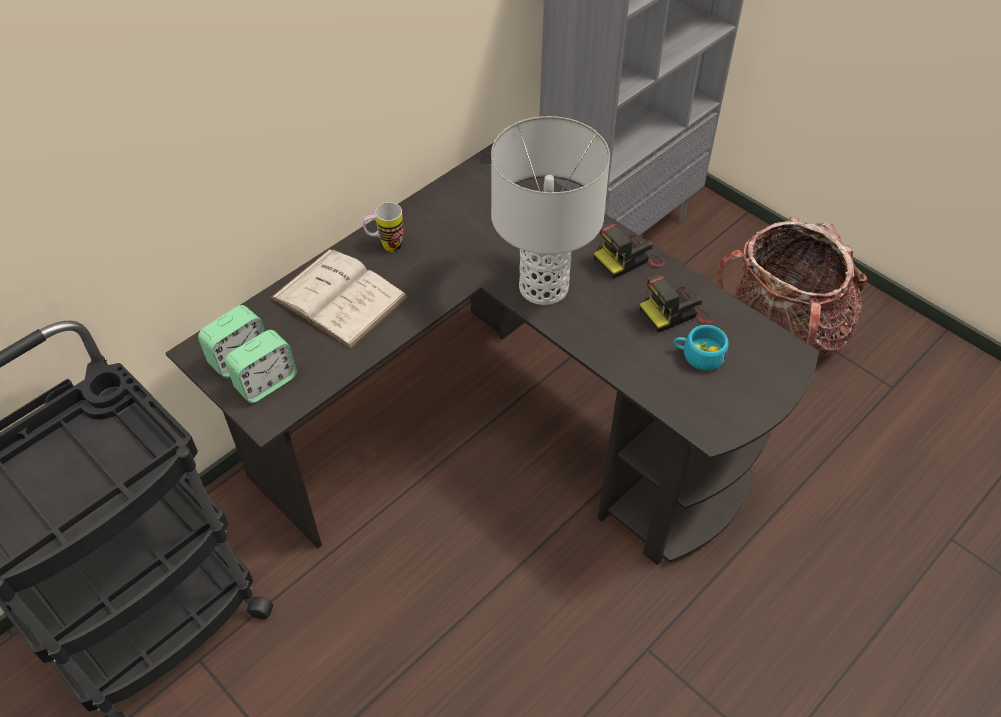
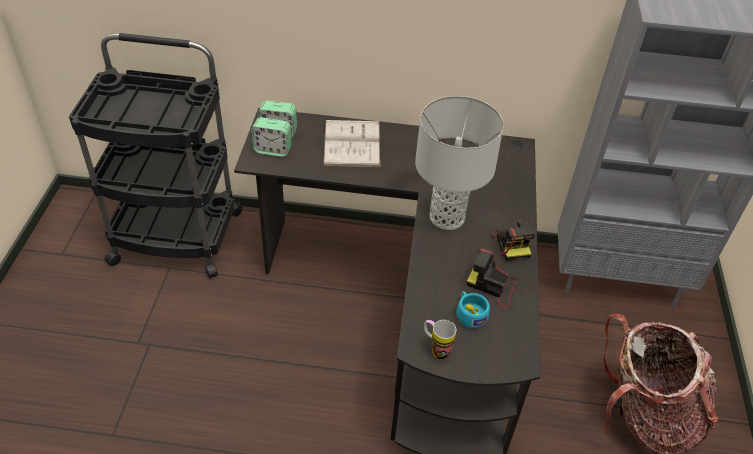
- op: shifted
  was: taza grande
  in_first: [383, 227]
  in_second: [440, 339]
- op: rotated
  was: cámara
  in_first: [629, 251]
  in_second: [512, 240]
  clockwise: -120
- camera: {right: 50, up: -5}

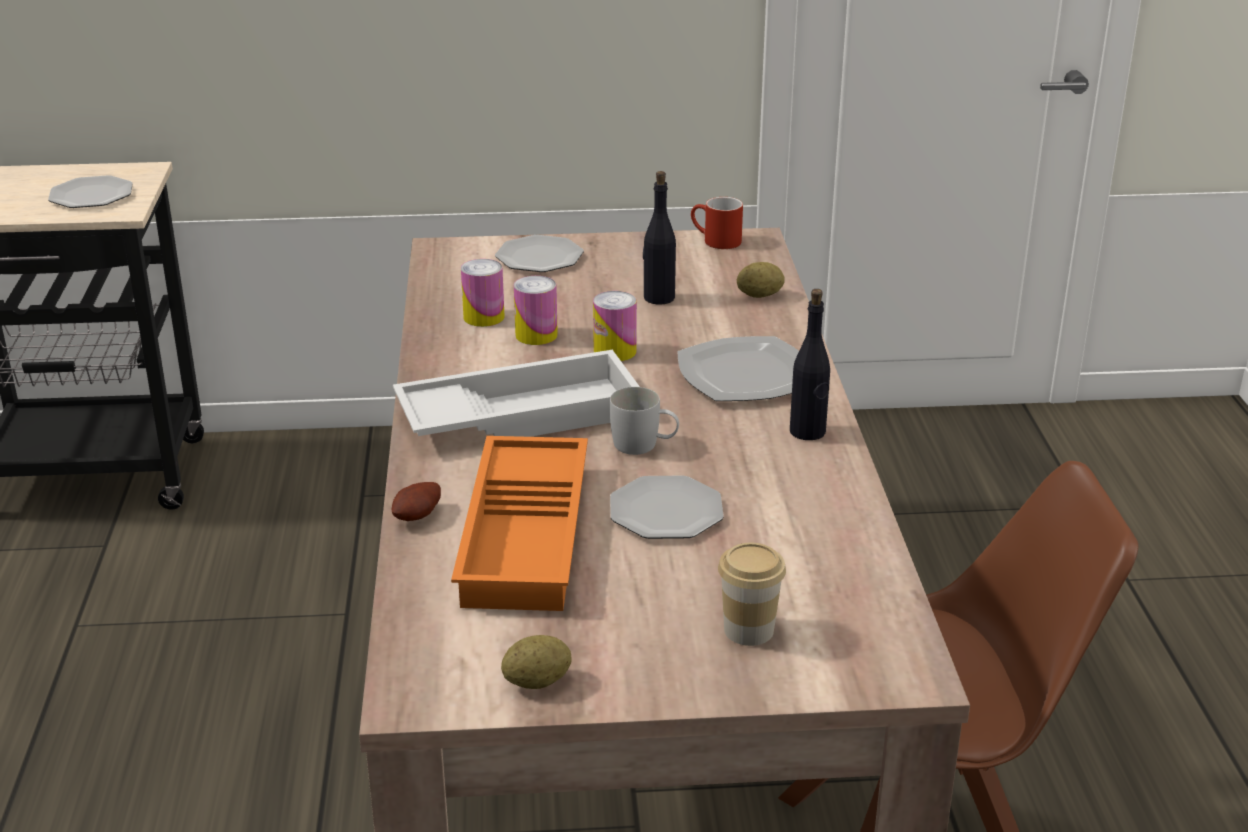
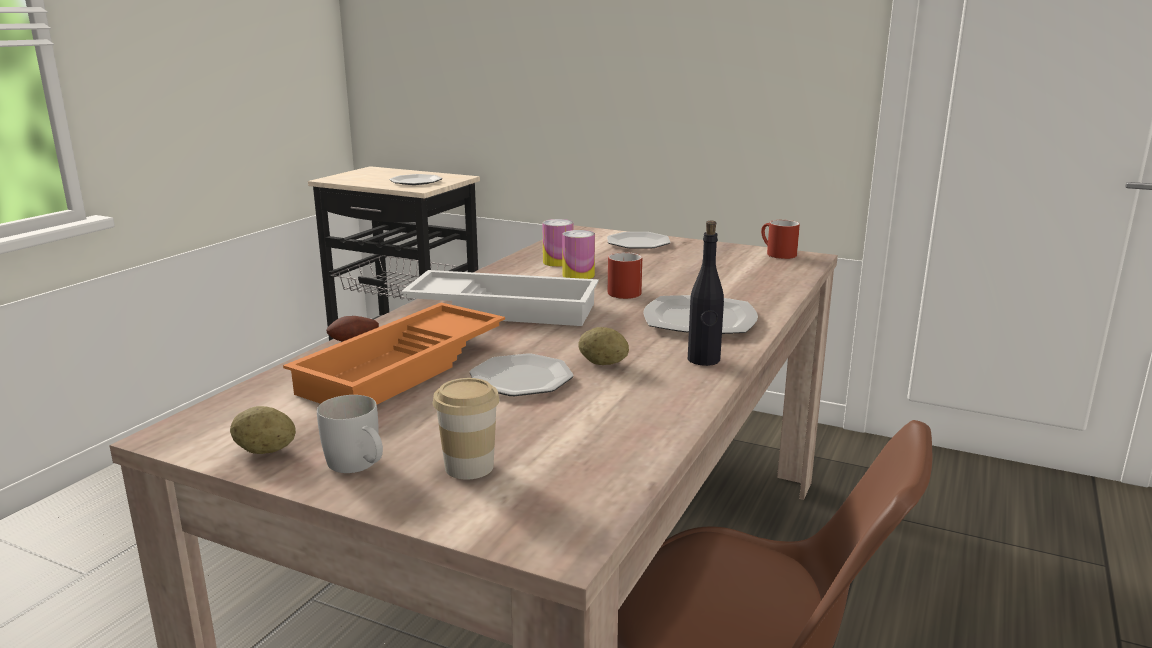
- op: shifted
  was: taza grande [blanco]
  in_first: [644, 421]
  in_second: [350, 434]
- op: shifted
  was: patata
  in_first: [761, 280]
  in_second: [604, 346]
- op: swapped
  was: lata
  now: taza grande [rojo]
  in_first: [615, 326]
  in_second: [625, 275]
- op: gone
  was: botella [negro]
  in_first: [659, 238]
- camera: {right: 30, up: -10}

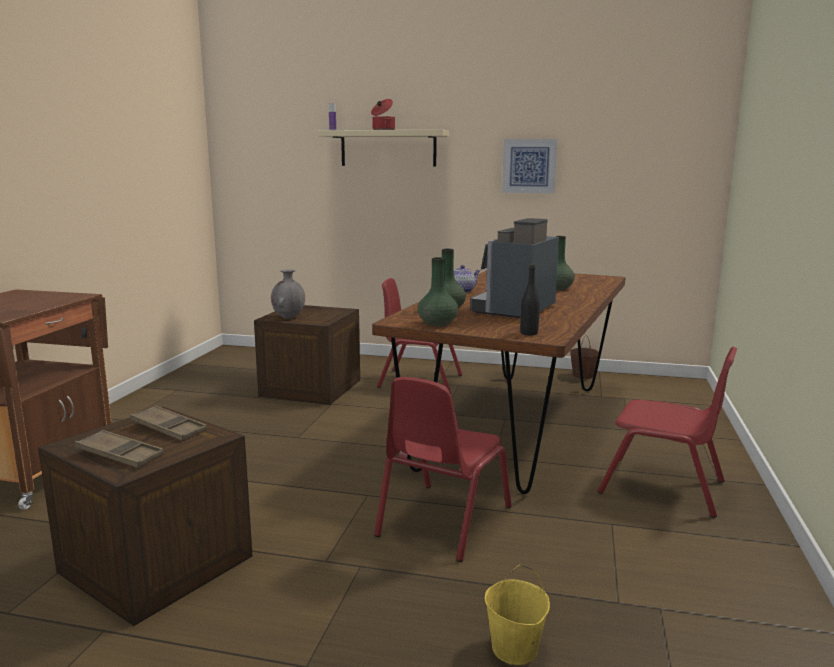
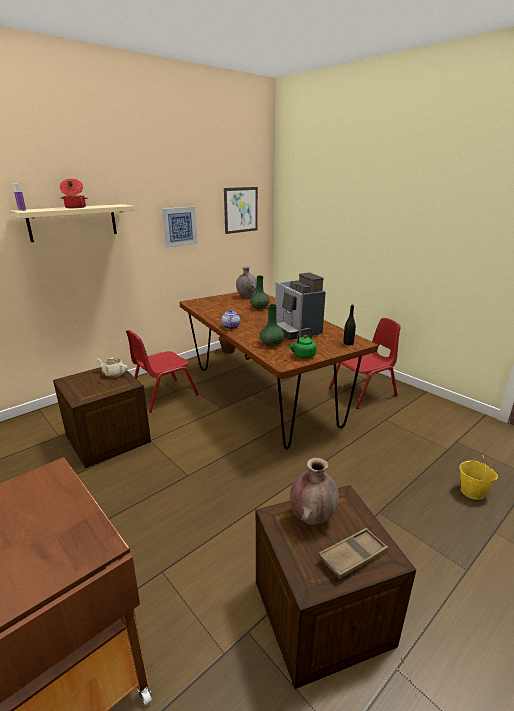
- op: new
  now: tetera [beis]
  in_second: [112, 368]
- op: new
  now: cuadro
  in_second: [241, 210]
- op: shifted
  was: florero [gris]
  in_first: [288, 294]
  in_second: [246, 282]
- op: swapped
  was: florero [verde]
  now: hervidor [verde]
  in_first: [437, 291]
  in_second: [302, 343]
- op: swapped
  was: bandeja [marrón]
  now: florero [marrón]
  in_first: [168, 423]
  in_second: [314, 491]
- op: gone
  was: silla [rojo]
  in_first: [443, 469]
- camera: {right: -55, up: 10}

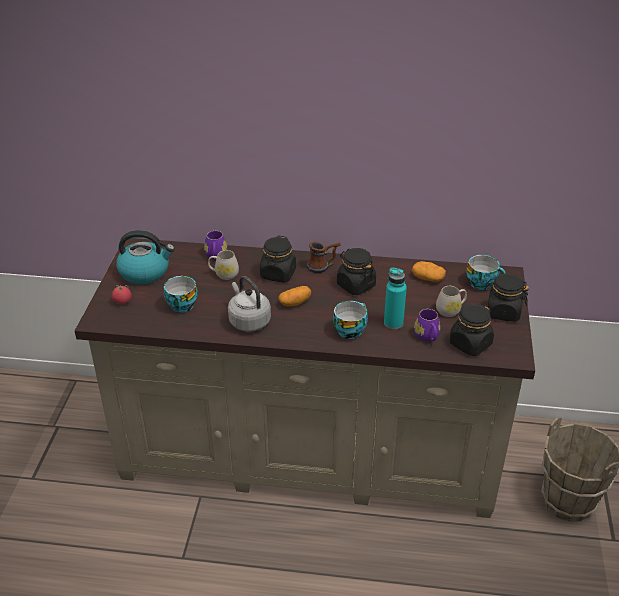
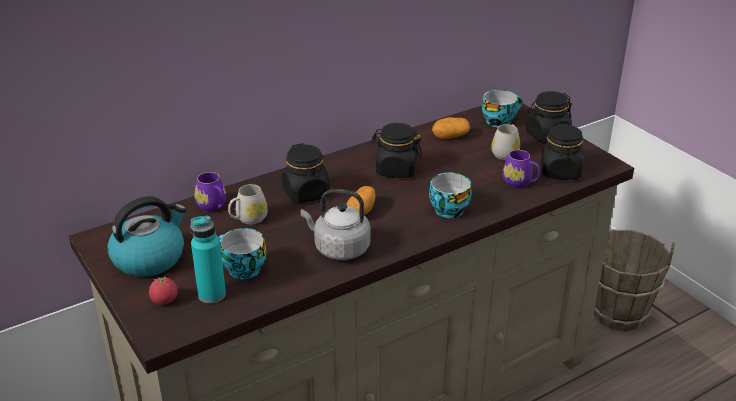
- op: shifted
  was: botella [turquesa]
  in_first: [395, 298]
  in_second: [208, 259]
- op: gone
  was: taza grande
  in_first: [324, 257]
- camera: {right: -40, up: -5}

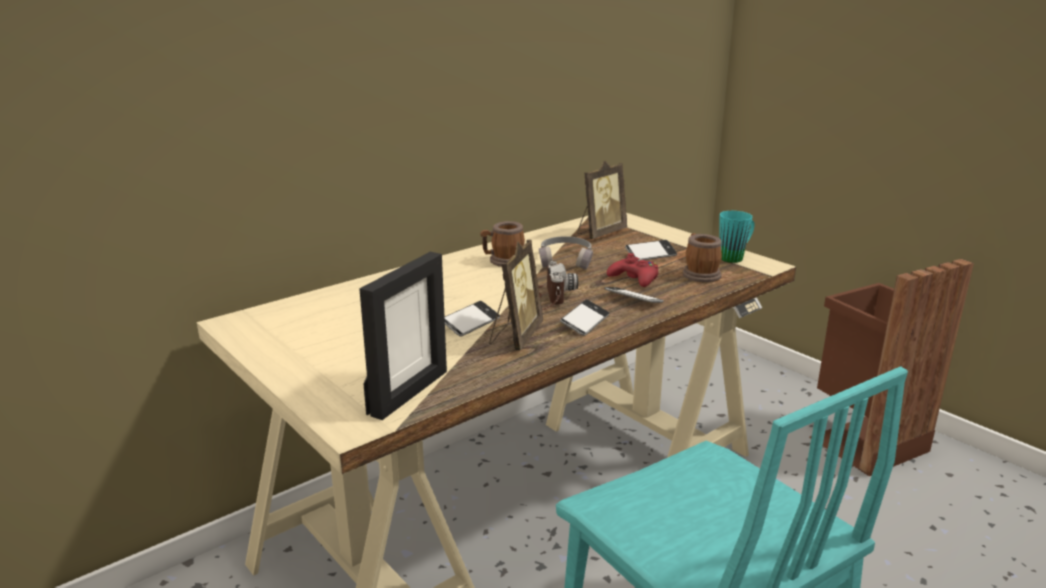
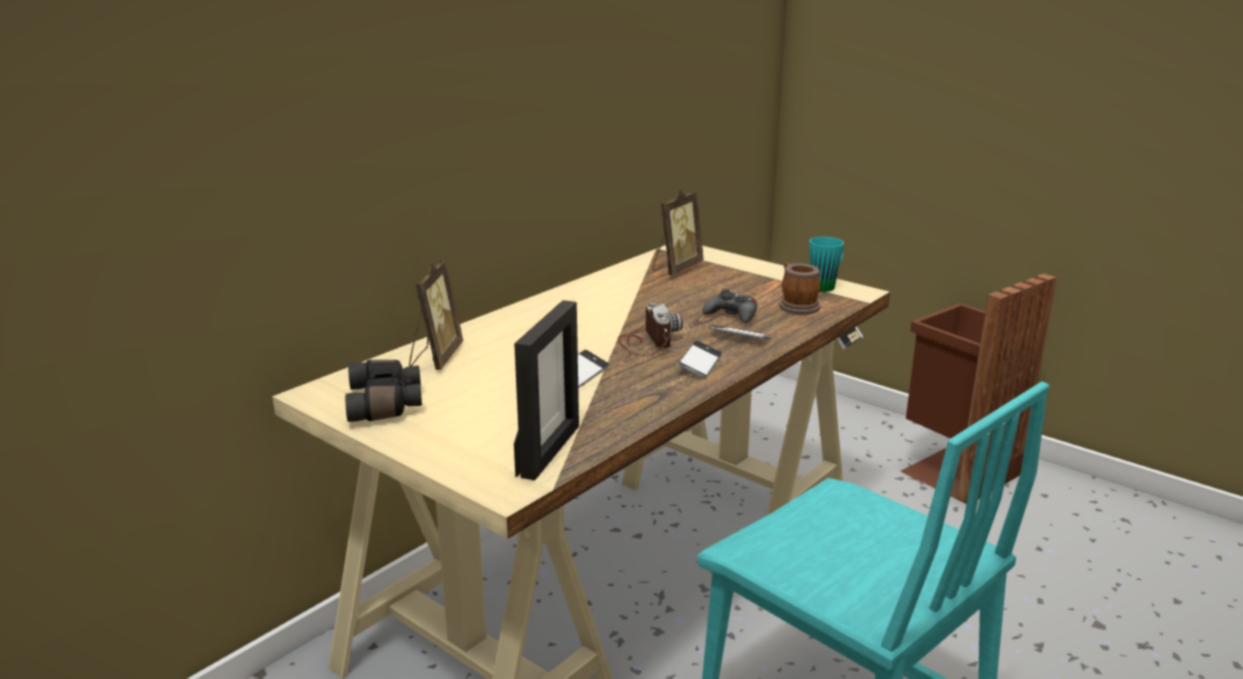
- op: new
  now: prismáticos [negro]
  in_second: [383, 391]
- op: shifted
  was: portarretratos
  in_first: [516, 295]
  in_second: [436, 315]
- op: repainted
  was: mando de consola [rojo]
  now: mando de consola [negro]
  in_first: [632, 270]
  in_second: [730, 305]
- op: gone
  was: taza grande
  in_first: [502, 244]
- op: gone
  was: auriculares [gris]
  in_first: [566, 253]
- op: gone
  was: móvil
  in_first: [651, 250]
- camera: {right: -10, up: 0}

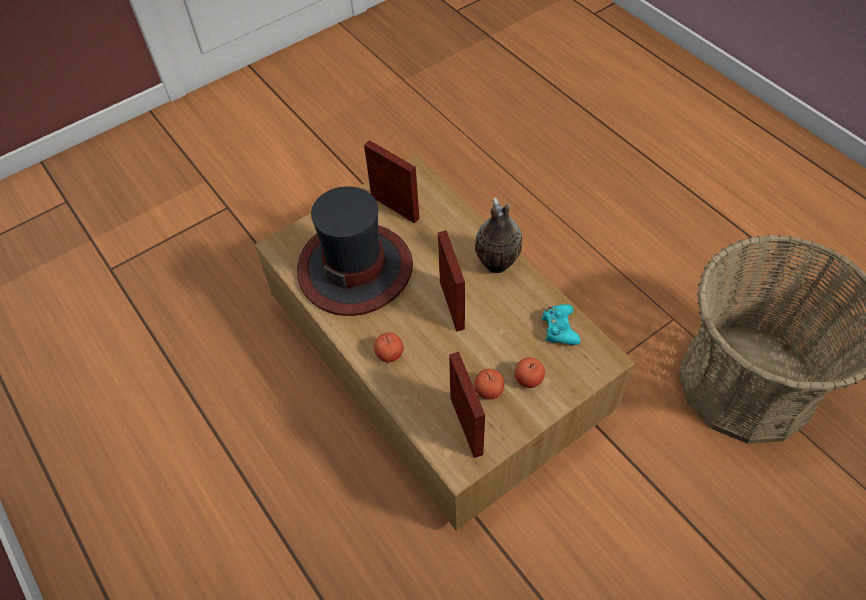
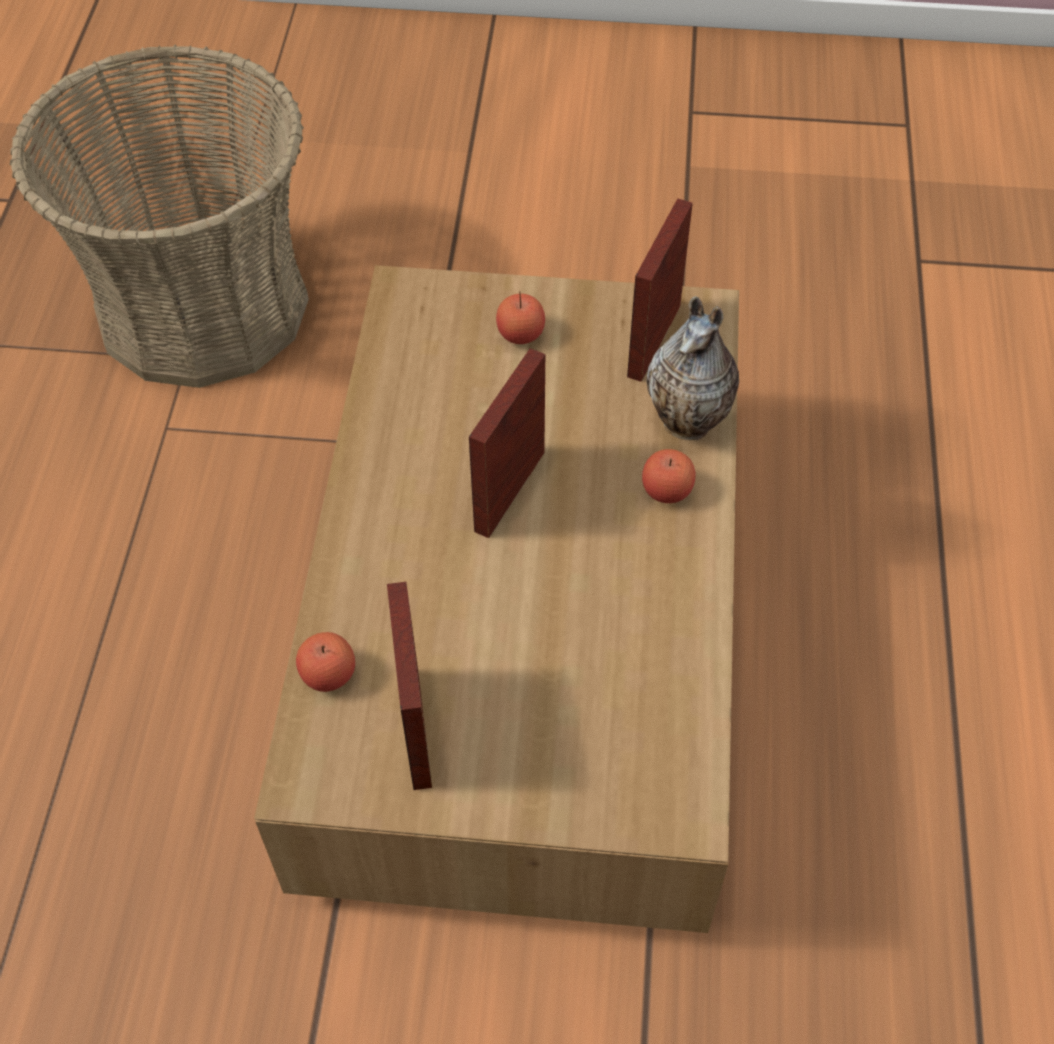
- op: shifted
  was: manzana
  in_first: [489, 384]
  in_second: [325, 662]
- op: shifted
  was: florero
  in_first: [498, 235]
  in_second: [693, 368]
- op: gone
  was: sombrero
  in_first: [355, 251]
- op: gone
  was: mando de consola [turquesa]
  in_first: [561, 324]
- camera: {right: -140, up: 0}

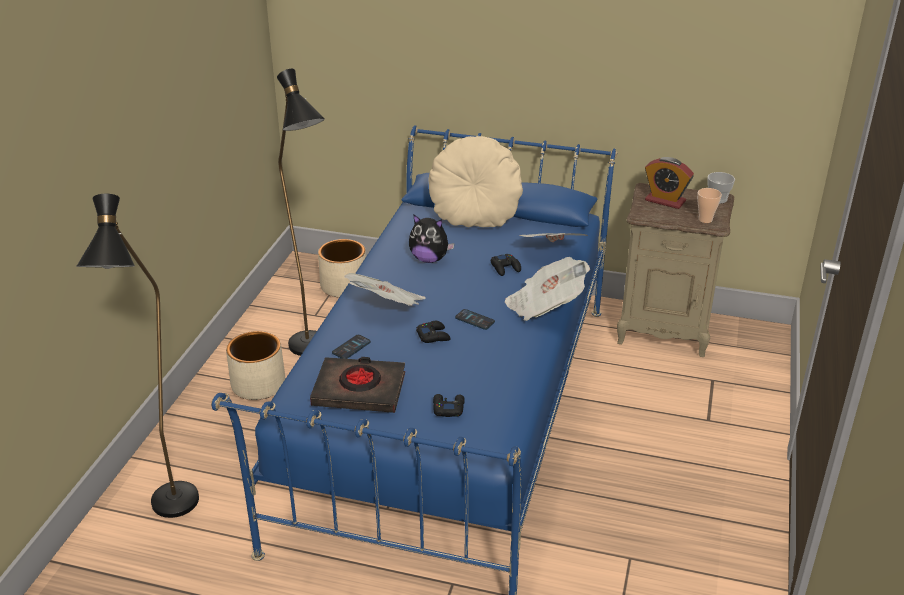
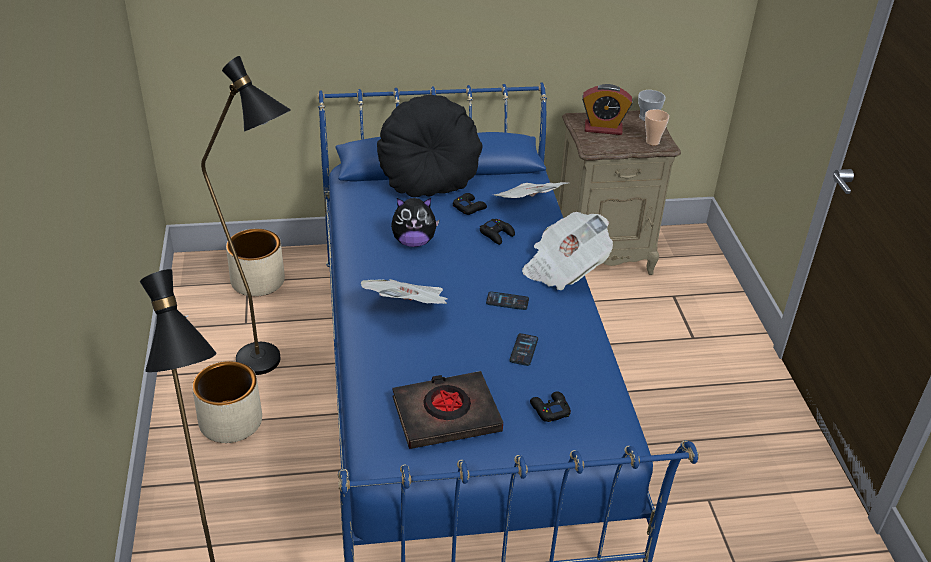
- op: repainted
  was: cojín [beis]
  now: cojín [negro]
  in_first: [475, 181]
  in_second: [429, 146]
- op: shifted
  was: mando de consola [negro]
  in_first: [433, 332]
  in_second: [470, 204]
- op: shifted
  was: móvil
  in_first: [351, 347]
  in_second: [523, 349]
- camera: {right: -25, up: 5}

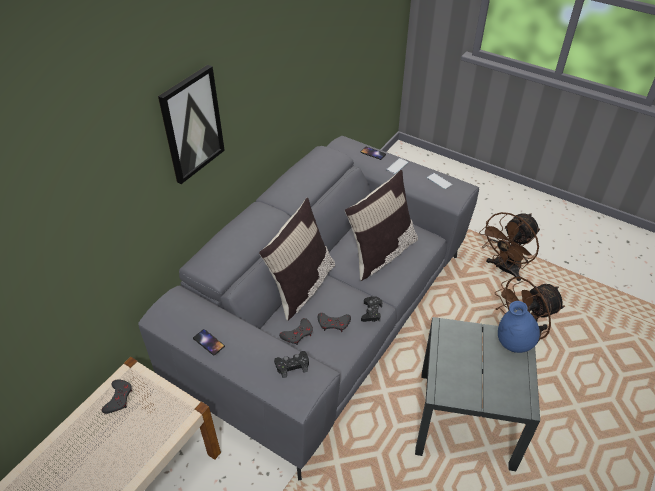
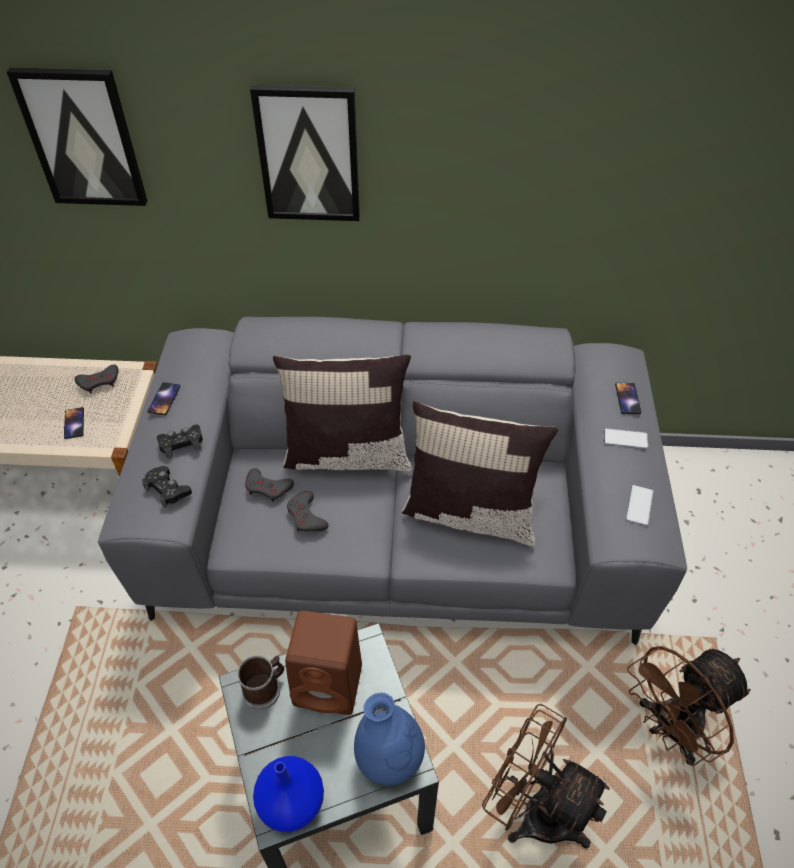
- op: new
  now: cuadro
  in_second: [77, 136]
- op: new
  now: móvil
  in_second: [74, 423]
- op: shifted
  was: mando de consola [negro]
  in_first: [372, 309]
  in_second: [180, 442]
- op: new
  now: taza grande
  in_second: [260, 682]
- op: new
  now: florero [azul]
  in_second: [288, 794]
- op: new
  now: altavoz [marrón]
  in_second: [323, 662]
- op: rotated
  was: ventilador [marrón]
  in_first: [509, 246]
  in_second: [689, 706]
  clockwise: -45
- camera: {right: 60, up: 5}

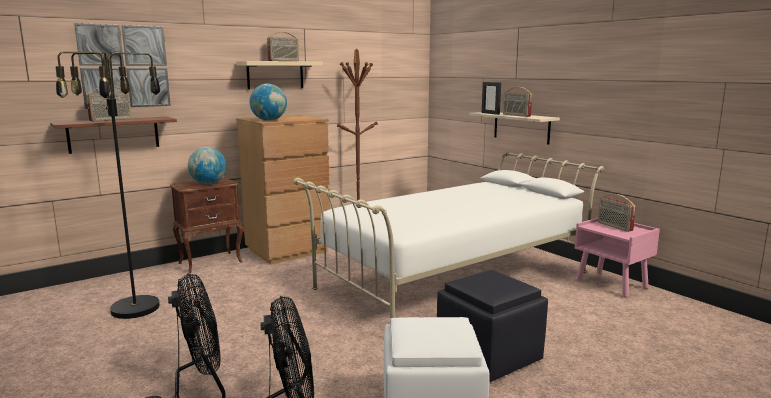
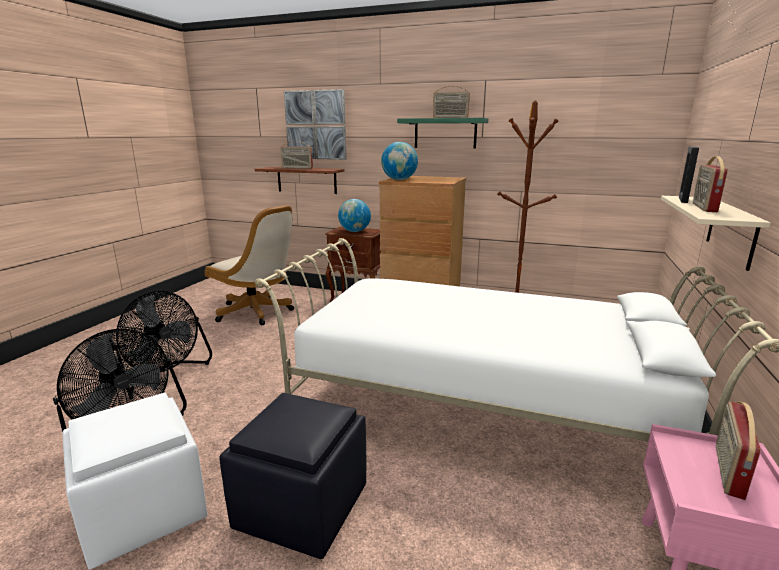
- op: swapped
  was: lámpara de pie
  now: silla de oficina
  in_first: [107, 185]
  in_second: [249, 265]
- op: repainted
  was: estante [beis]
  now: estante [verde]
  in_first: [279, 75]
  in_second: [442, 133]
- camera: {right: 55, up: 5}

